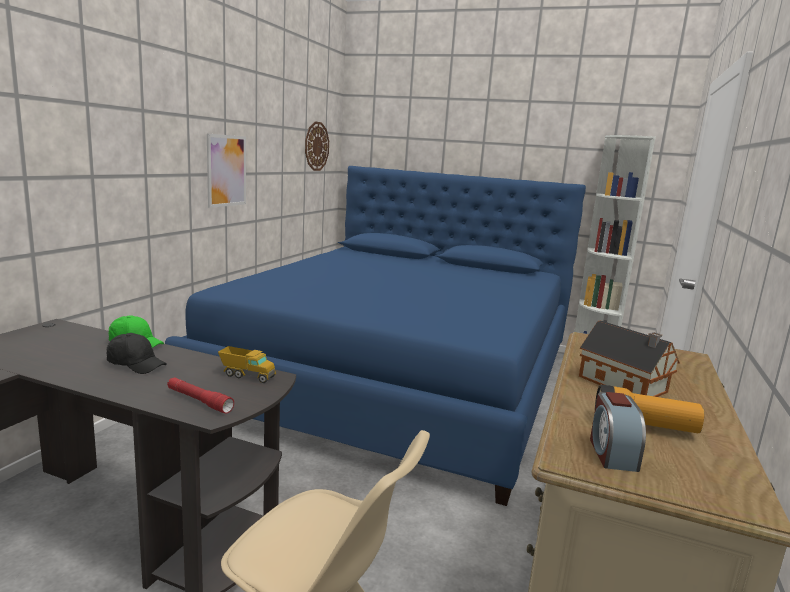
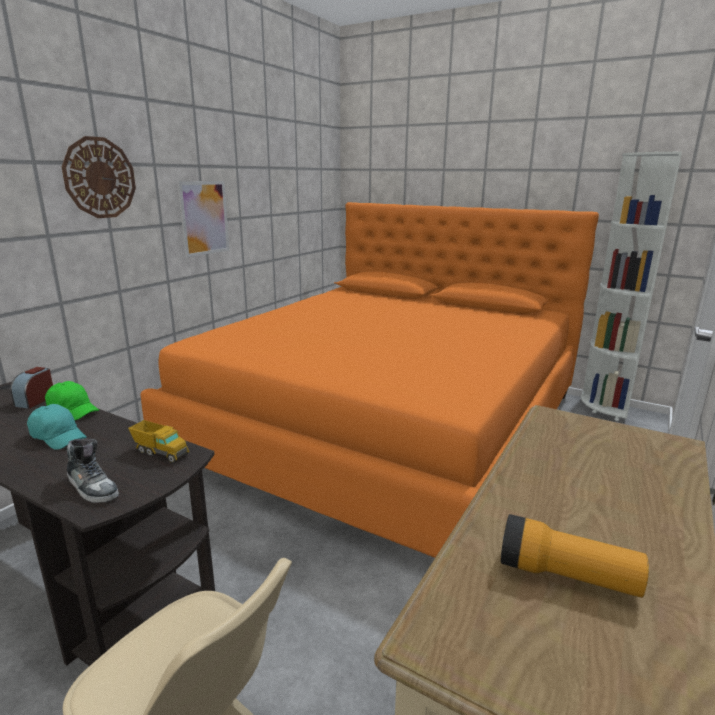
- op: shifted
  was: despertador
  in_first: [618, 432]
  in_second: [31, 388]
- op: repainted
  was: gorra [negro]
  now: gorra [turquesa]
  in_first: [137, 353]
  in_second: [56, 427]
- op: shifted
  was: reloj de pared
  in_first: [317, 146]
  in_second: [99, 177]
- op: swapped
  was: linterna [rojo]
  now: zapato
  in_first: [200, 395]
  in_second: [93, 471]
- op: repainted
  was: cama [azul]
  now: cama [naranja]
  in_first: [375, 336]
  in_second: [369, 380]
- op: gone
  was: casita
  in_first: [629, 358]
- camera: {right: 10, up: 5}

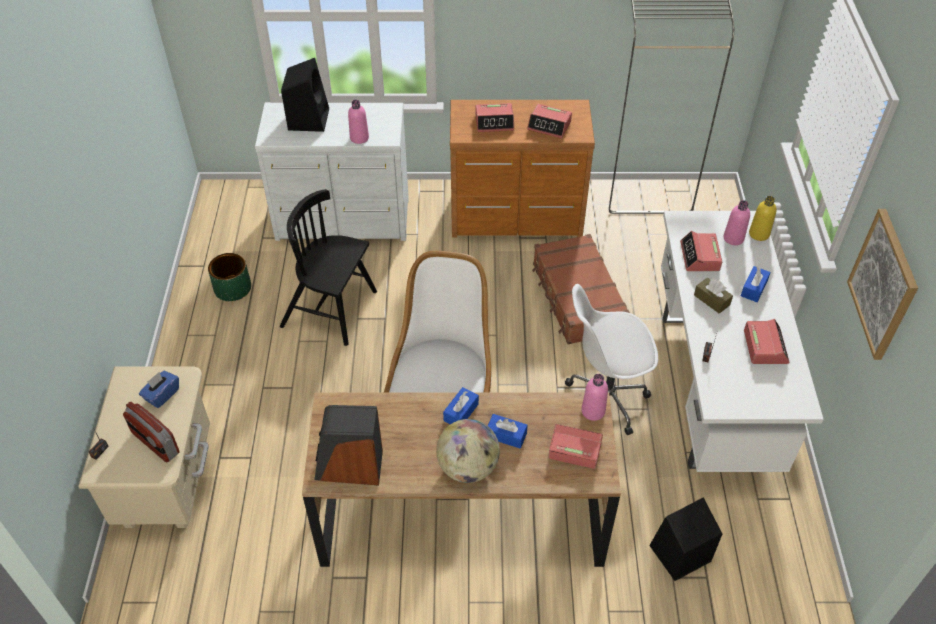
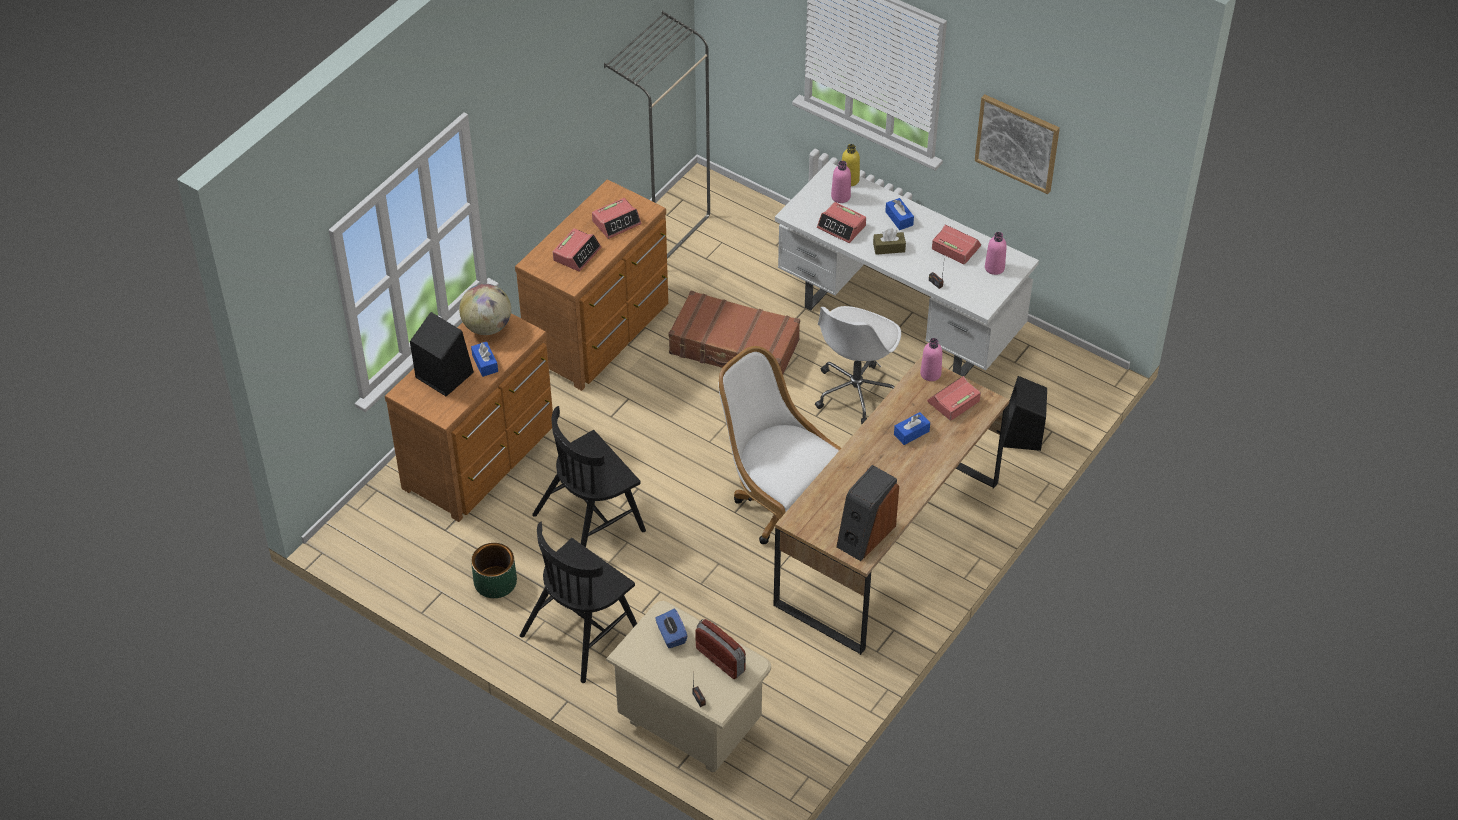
- op: repainted
  was: cómoda [blanco]
  now: cómoda [marrón]
  in_first: [332, 172]
  in_second: [469, 417]
- op: shifted
  was: globo terráqueo
  in_first: [468, 451]
  in_second: [485, 309]
- op: shifted
  was: caja de pañuelos [azul]
  in_first: [461, 405]
  in_second: [484, 359]
- op: new
  now: silla [negro]
  in_second: [578, 602]
- op: rotated
  was: radio
  in_first: [151, 432]
  in_second: [720, 649]
  clockwise: -120
- op: shifted
  was: botella [rosa]
  in_first: [358, 122]
  in_second: [996, 253]
- camera: {right: -55, up: 0}

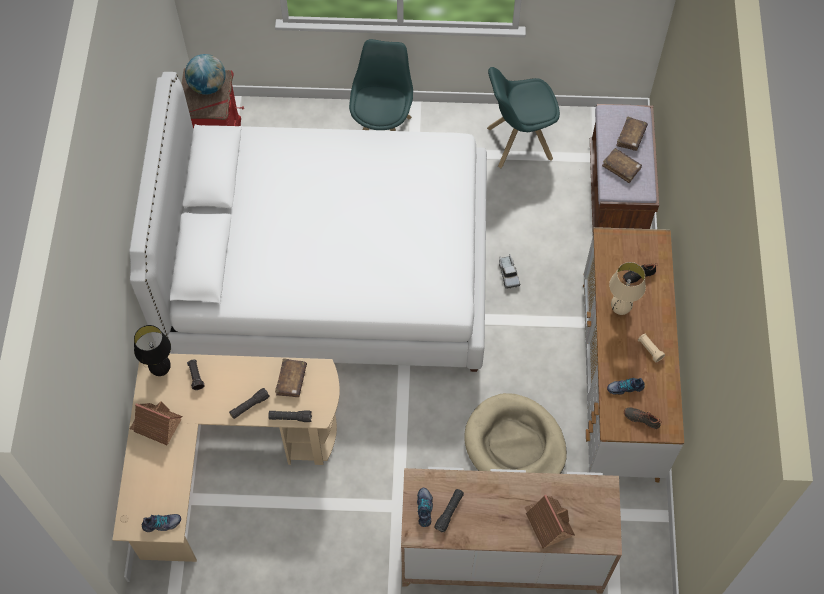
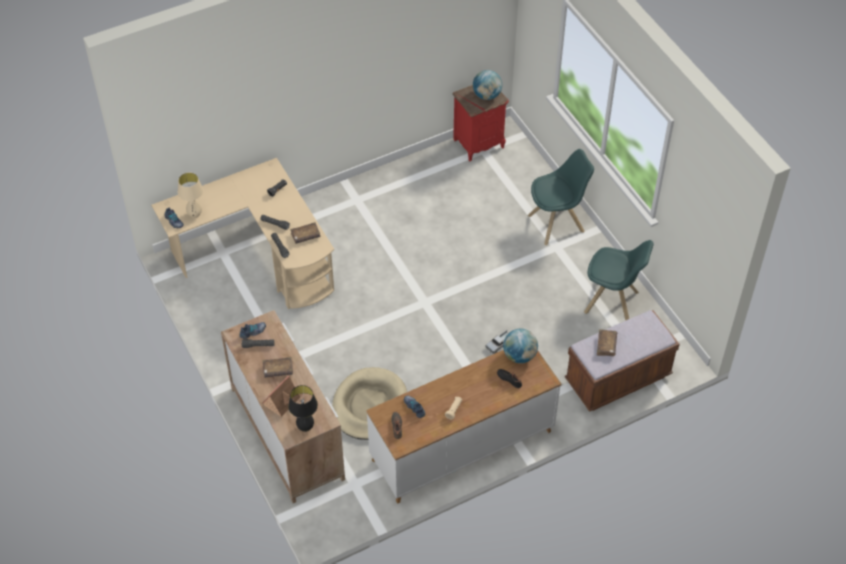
- op: shifted
  was: lámpara de mesa [beis]
  in_first: [627, 288]
  in_second: [190, 195]
- op: shifted
  was: libro [marrón]
  in_first: [632, 134]
  in_second: [278, 367]
- op: shifted
  was: lámpara de mesa [negro]
  in_first: [152, 350]
  in_second: [303, 408]
- op: new
  now: globo terráqueo
  in_second: [520, 346]
- op: rotated
  was: silla [turquesa]
  in_first: [523, 117]
  in_second: [619, 280]
  clockwise: 150
- op: gone
  was: cama [blanco]
  in_first: [308, 222]
- op: gone
  was: casita
  in_first: [156, 423]
- camera: {right: 60, up: -10}

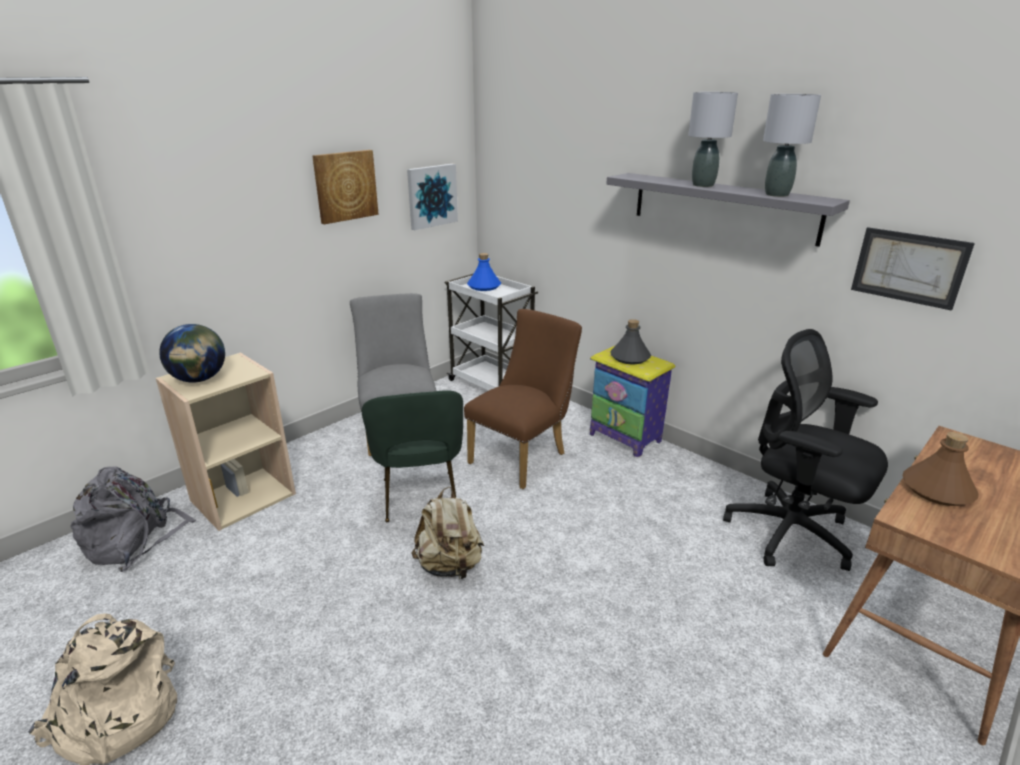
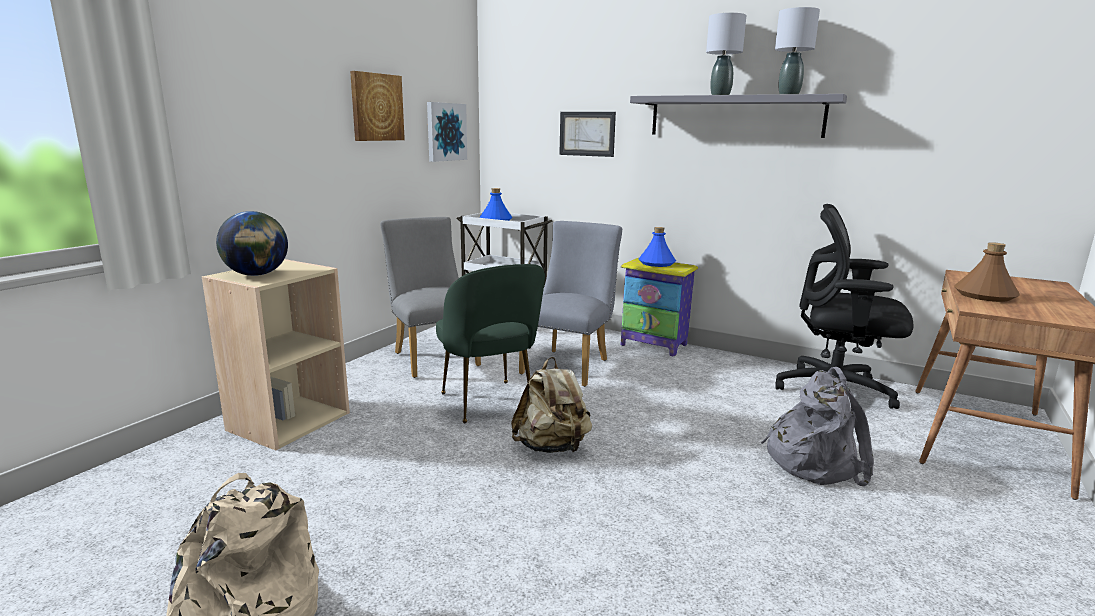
- op: repainted
  was: silla [marrón]
  now: silla [gris]
  in_first: [523, 399]
  in_second: [570, 304]
- op: shifted
  was: cuadro
  in_first: [913, 269]
  in_second: [587, 134]
- op: repainted
  was: botella [gris]
  now: botella [azul]
  in_first: [630, 341]
  in_second: [657, 247]
- op: shifted
  was: mochila [gris]
  in_first: [133, 519]
  in_second: [817, 426]
- camera: {right: -15, up: -10}

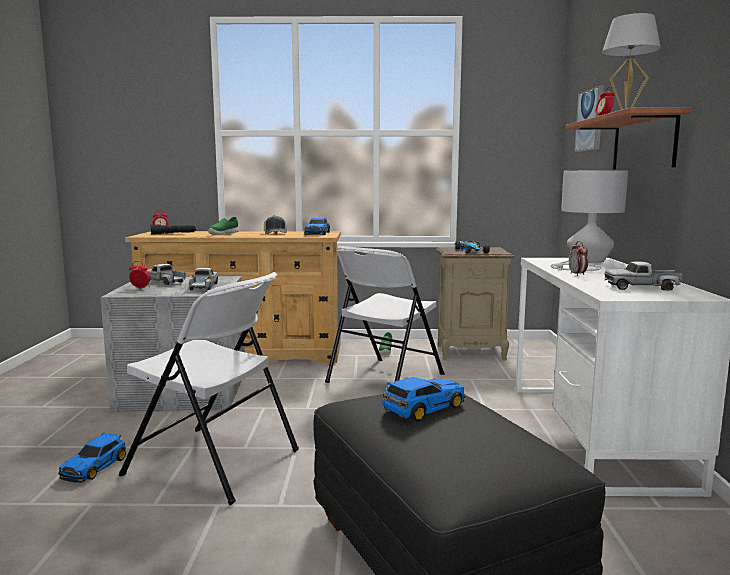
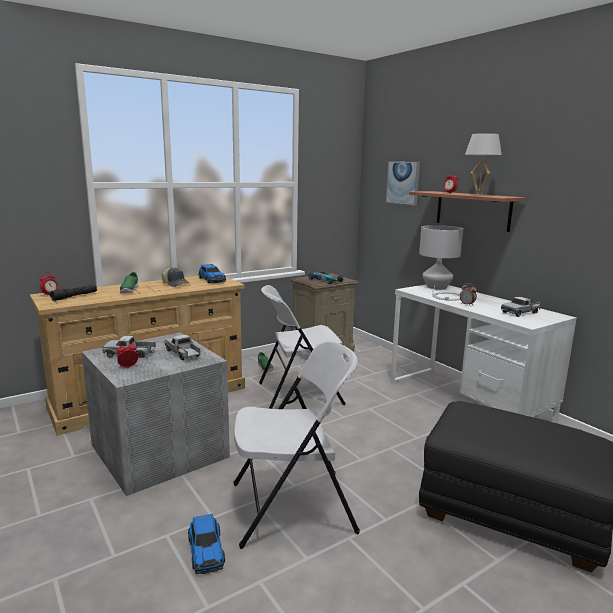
- op: rotated
  was: silla [blanco]
  in_first: [385, 314]
  in_second: [302, 347]
  clockwise: 75
- op: gone
  was: coche de juguete
  in_first: [423, 399]
- camera: {right: -35, up: 5}

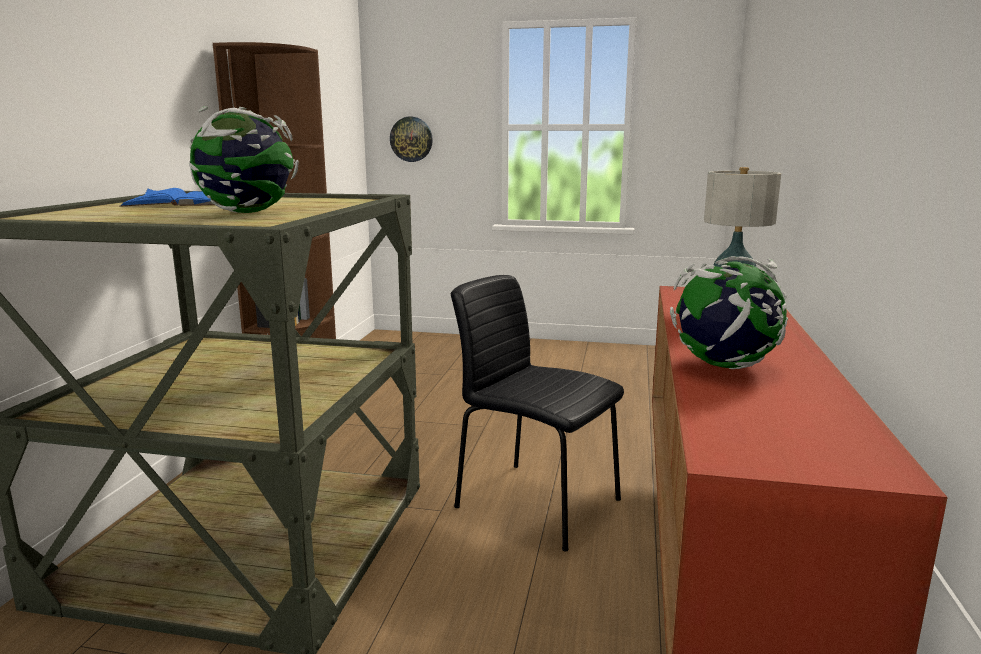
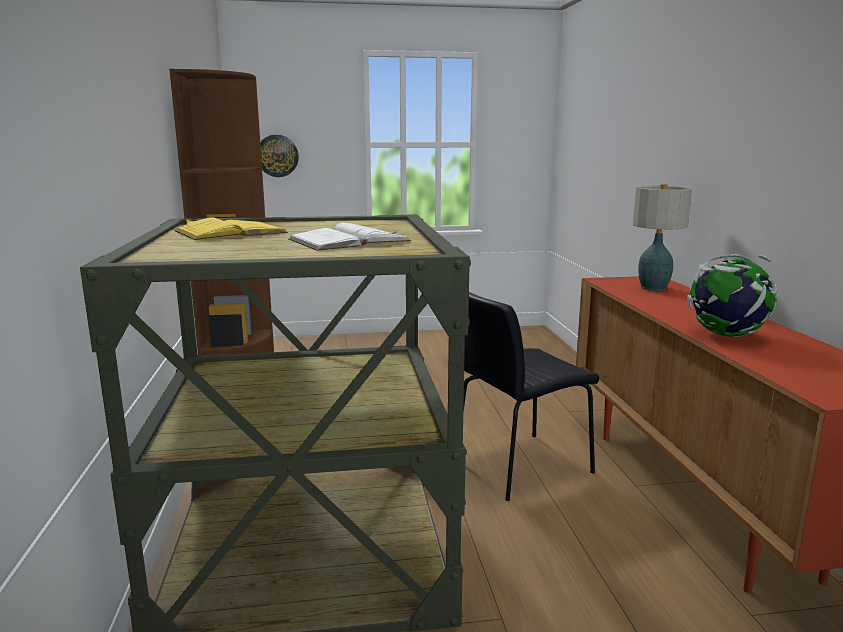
- op: repainted
  was: libro [azul]
  now: libro [amarillo]
  in_first: [166, 197]
  in_second: [231, 228]
- op: swapped
  was: globo terráqueo
  now: libro [blanco]
  in_first: [244, 159]
  in_second: [349, 237]
- op: rotated
  was: silla [negro]
  in_first: [537, 413]
  in_second: [531, 396]
  clockwise: -45
- camera: {right: -20, up: 0}

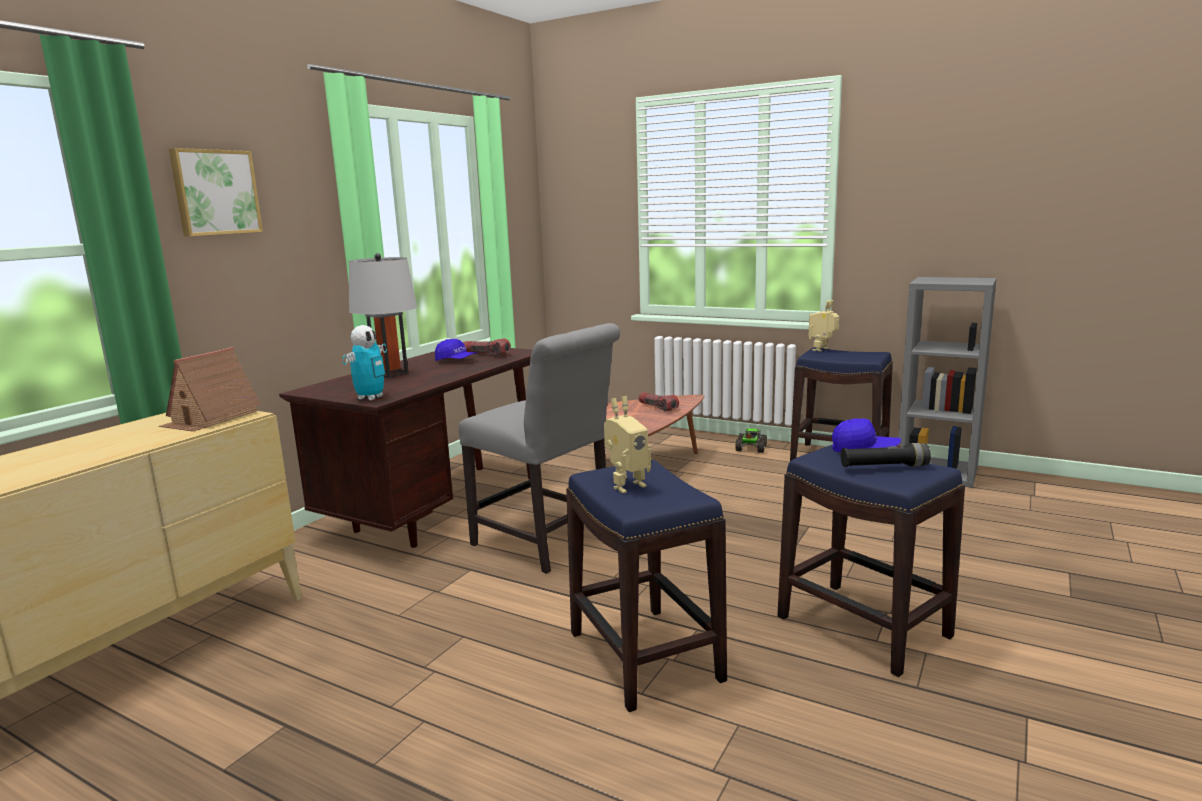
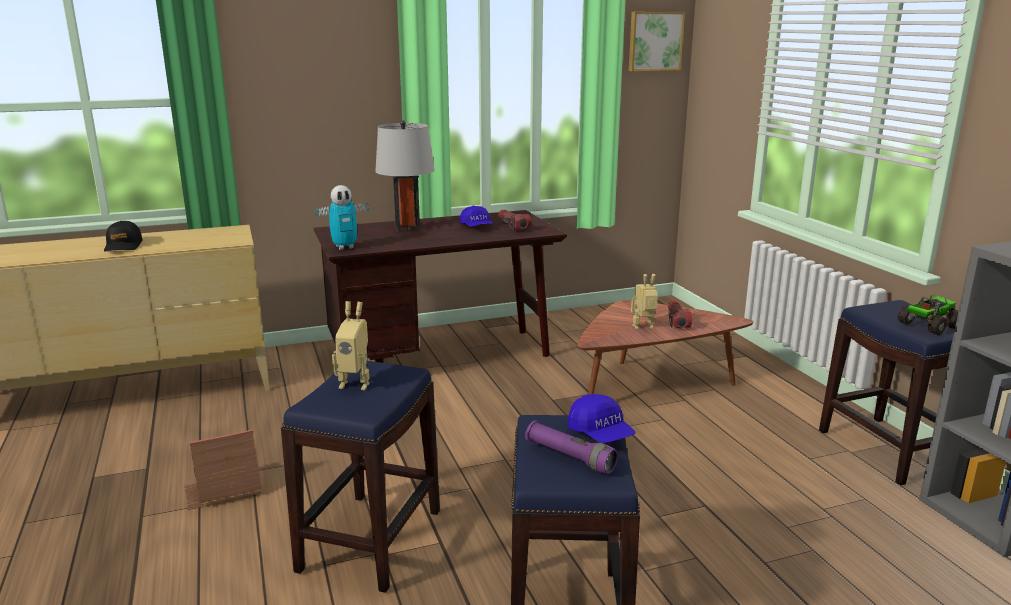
- op: new
  now: gorra [negro]
  in_second: [123, 236]
- op: shifted
  was: casita
  in_first: [209, 389]
  in_second: [223, 469]
- op: repainted
  was: linterna [negro]
  now: linterna [morado]
  in_first: [886, 455]
  in_second: [571, 447]
- op: shifted
  was: cuadro
  in_first: [216, 192]
  in_second: [657, 41]
- op: shifted
  was: robot de juguete
  in_first: [824, 325]
  in_second: [644, 301]
- op: shifted
  was: camión de juguete
  in_first: [751, 440]
  in_second: [927, 314]
- op: gone
  was: silla [gris]
  in_first: [539, 448]
- camera: {right: 40, up: 5}

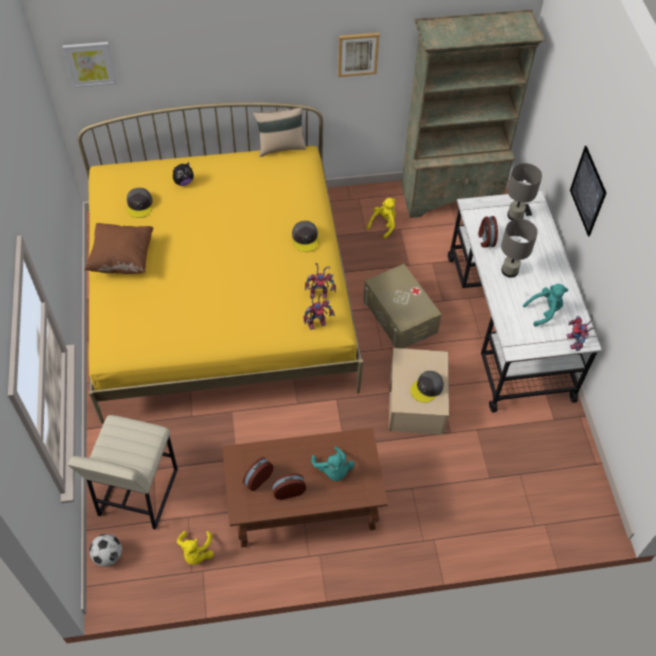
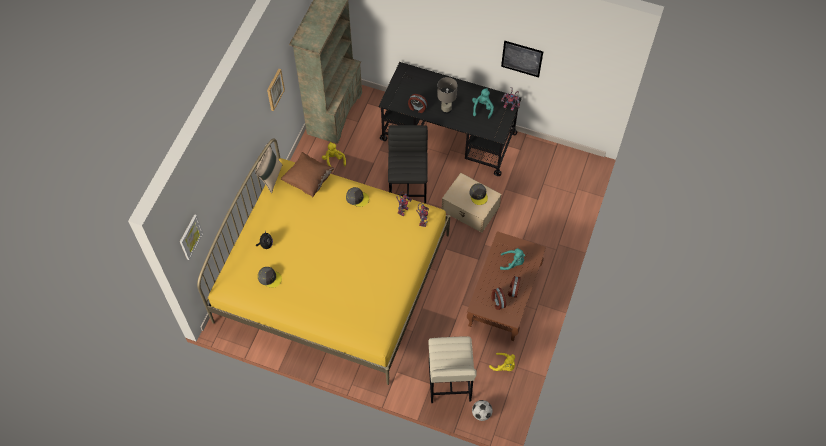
- op: shifted
  was: cojín [marrón]
  in_first: [119, 248]
  in_second: [308, 174]
- op: repainted
  was: escritorio [blanco]
  now: escritorio [negro]
  in_first: [525, 302]
  in_second: [450, 119]
- op: swapped
  was: caja de almacenaje [beis]
  now: silla [negro]
  in_first: [402, 306]
  in_second: [408, 164]
- op: rotated
  was: silla [beis]
  in_first: [123, 472]
  in_second: [452, 369]
  clockwise: 45
- op: shifted
  was: cuadro
  in_first: [588, 191]
  in_second: [522, 59]
- op: gone
  was: lámpara de mesa [gris]
  in_first: [524, 191]
- camera: {right: -60, up: 5}

